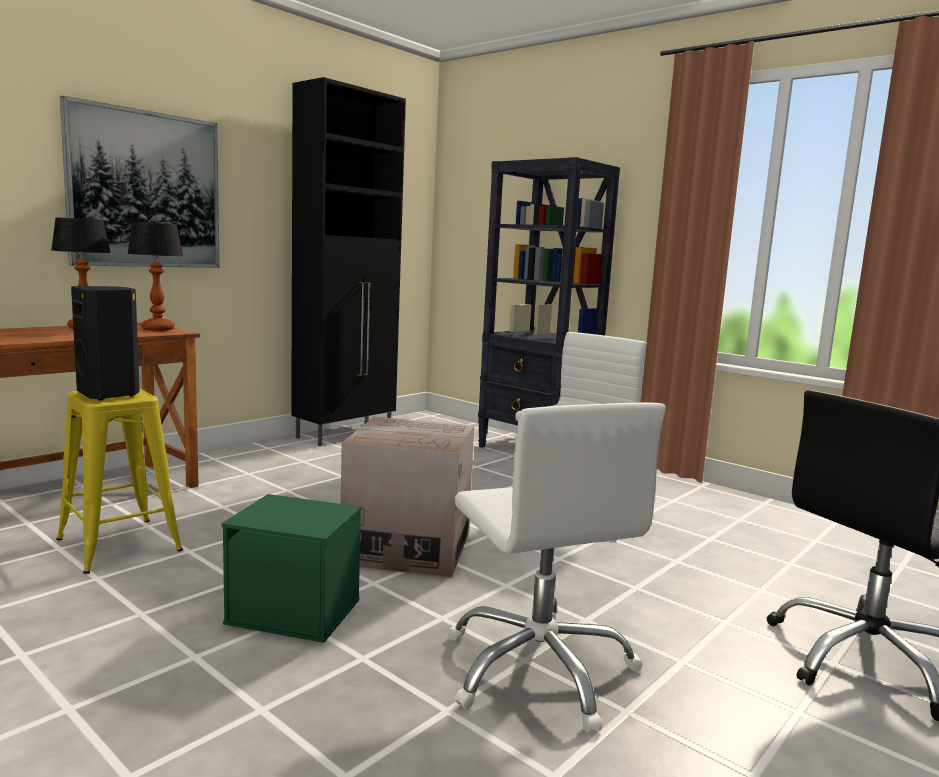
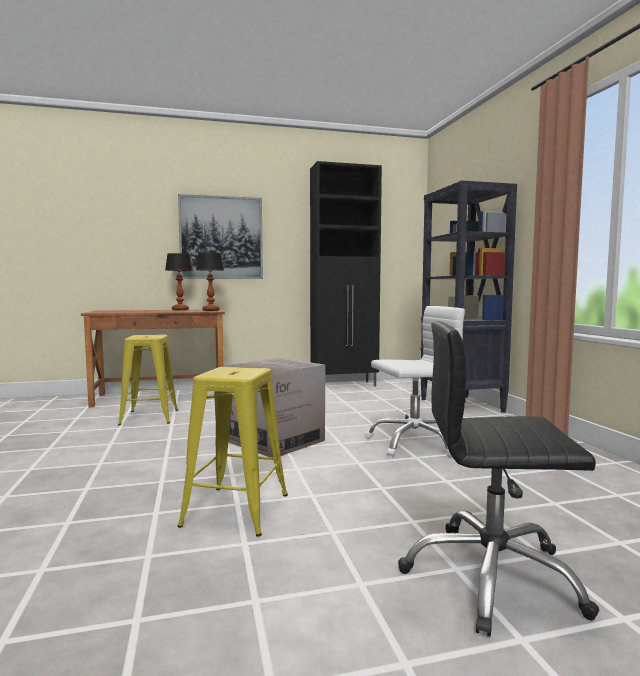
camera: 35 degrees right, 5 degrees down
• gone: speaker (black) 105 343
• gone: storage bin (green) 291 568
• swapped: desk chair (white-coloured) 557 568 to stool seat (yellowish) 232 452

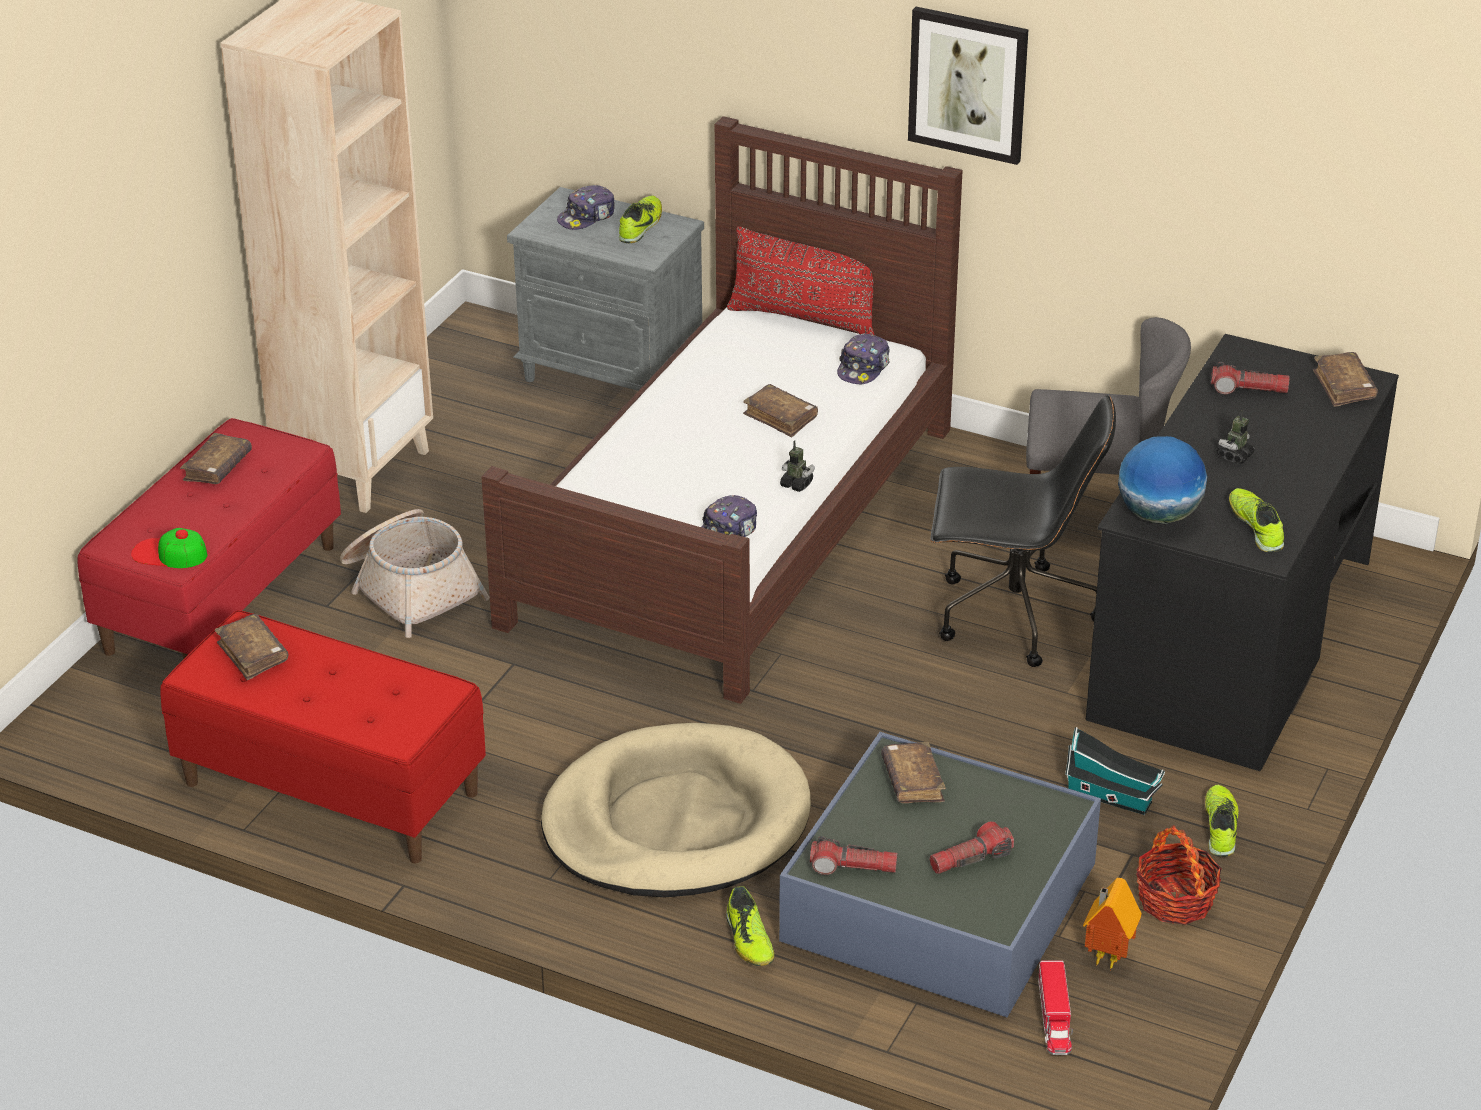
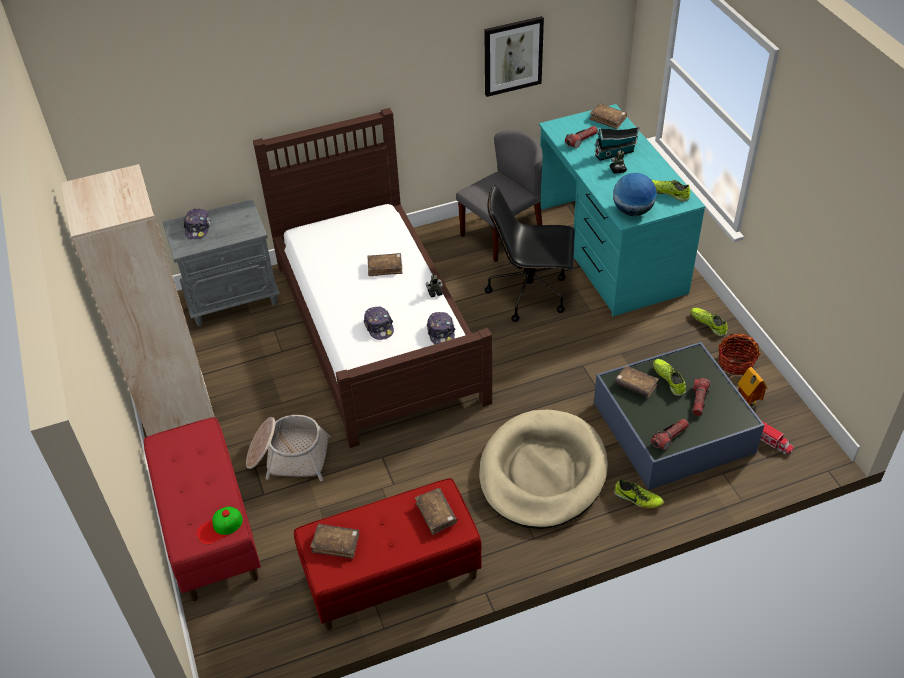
camera: 45 degrees left, 10 degrees up
• gone: cushion (red-coloured) 800 280
• shifted: book (brown) 216 458 to 436 511
• shifted: item of footwear 640 219 to 669 377
• shifted: baseball cap 863 358 to 379 323
• shifted: wall picture 968 86 to 514 56
• shifted: miniature house 1115 771 to 616 144
• repainted: desk unit (black) 1242 552 to desk unit (blue-green) 622 210
• rotated: desk chair (black) 1023 531 = 530 253 135 degrees counterclockwise

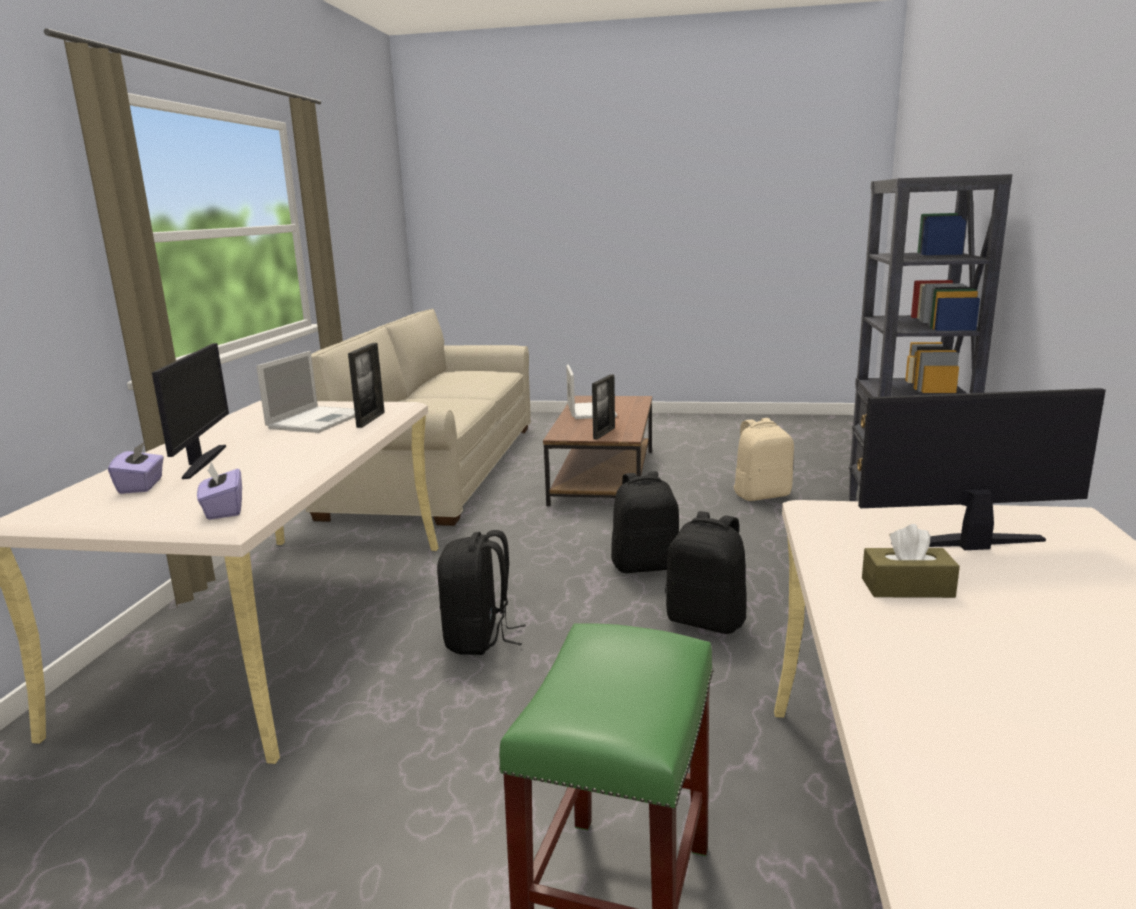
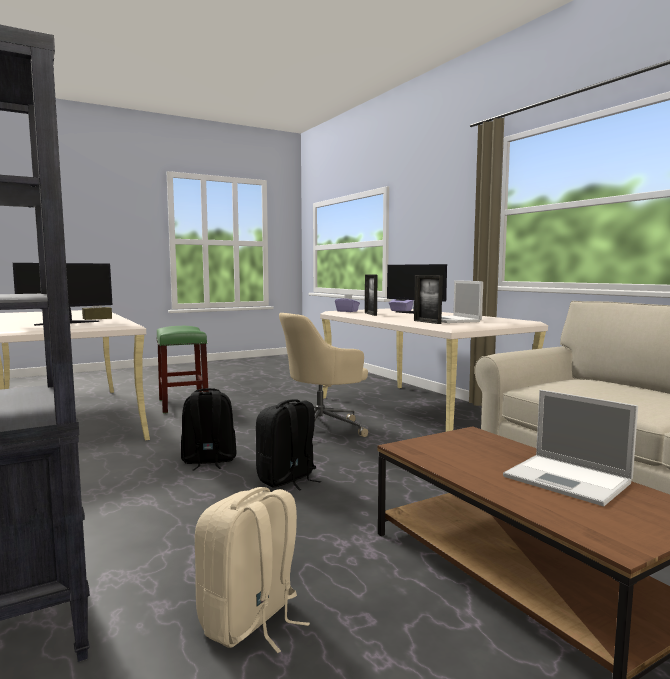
camera: 140 degrees right, 10 degrees down
• shifted: photo frame 603 407 to 371 295
• swapped: backpack (black) 481 592 to desk chair (beige) 323 375

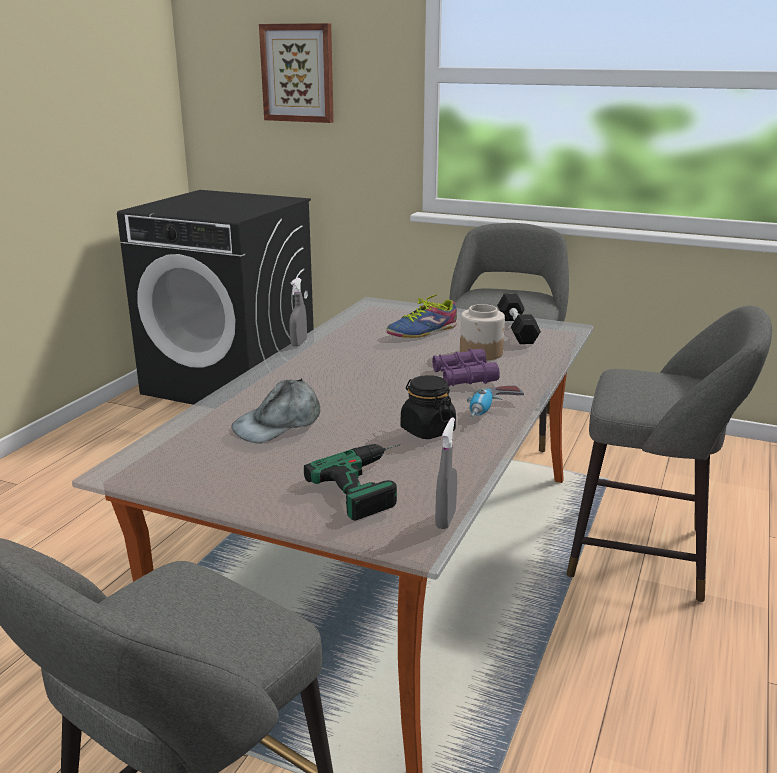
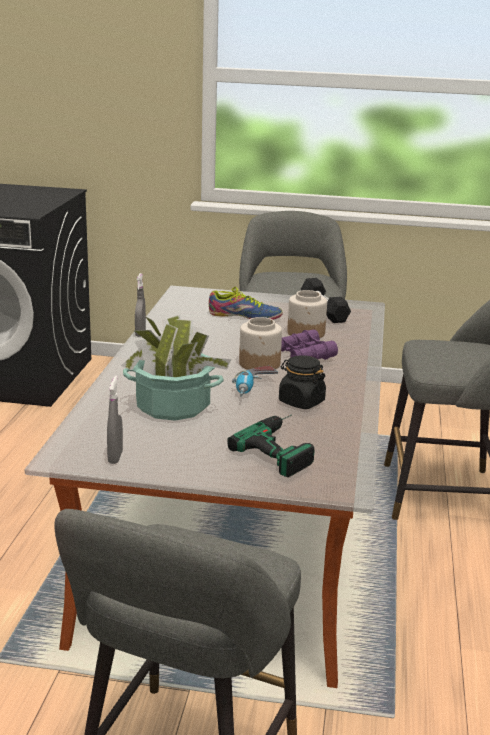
camera: 15 degrees left, 0 degrees up
• gone: wall picture 296 73
• new: jar 260 343
• shifted: spray bottle (grey) 446 473 to 115 419
• shifted: drill 495 402 to 255 381
• swapped: baseball cap (grey) 275 411 to houseplant 176 368
• rotated: item of footwear 421 315 = 246 303 120 degrees counterclockwise

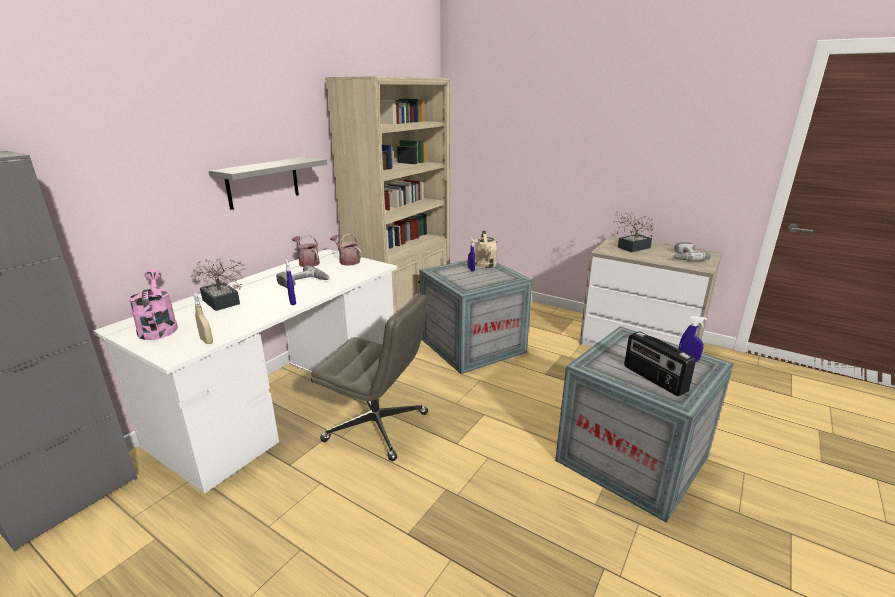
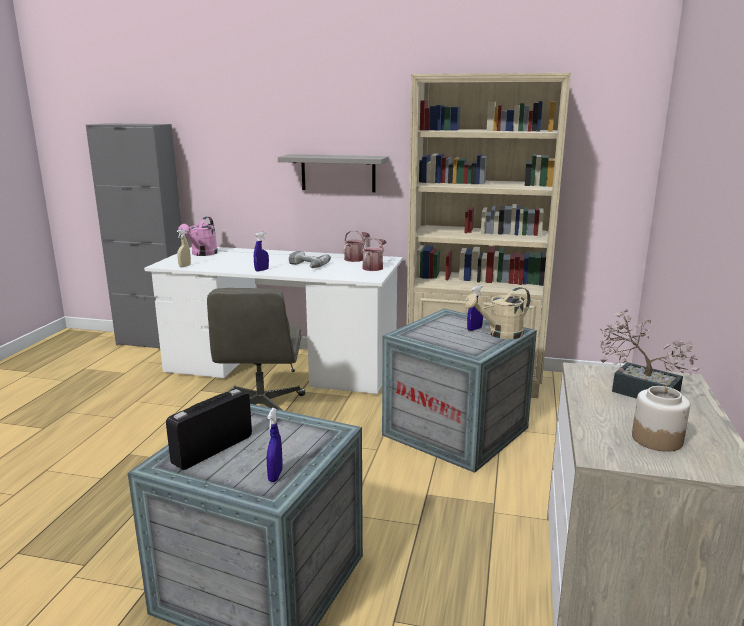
camera: 70 degrees right, 5 degrees down
• gone: houseplant 218 284
• swapped: drill 691 251 to jar 661 419
• rotated: sprinkling can (pinkish) 153 304 = 198 236 150 degrees clockwise

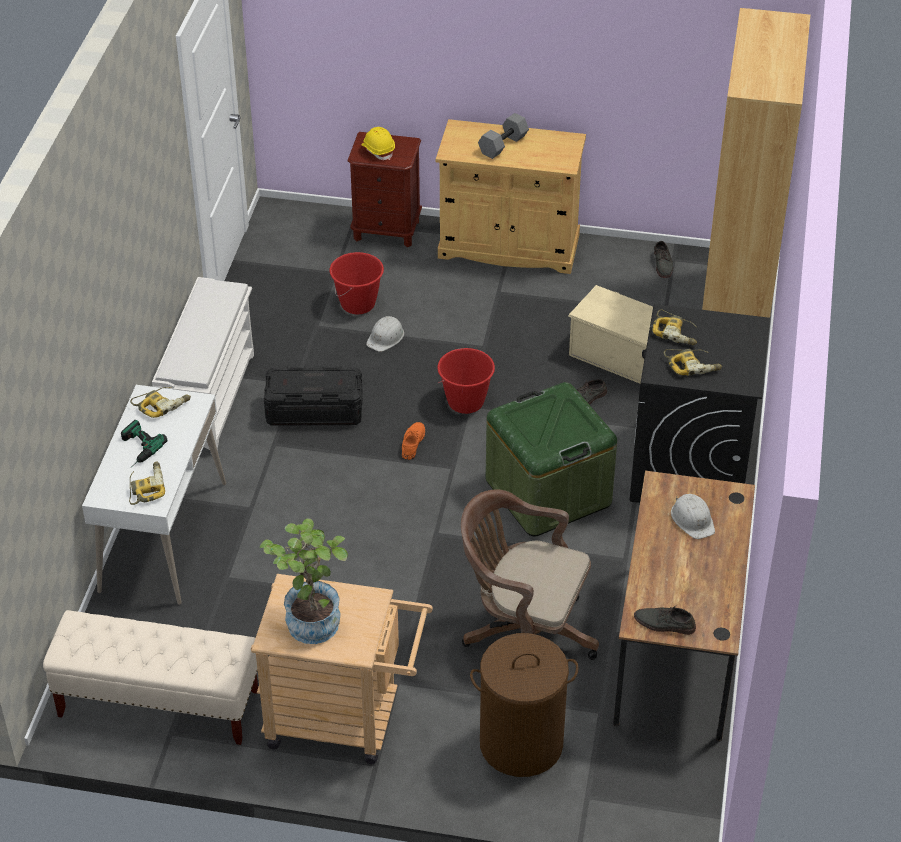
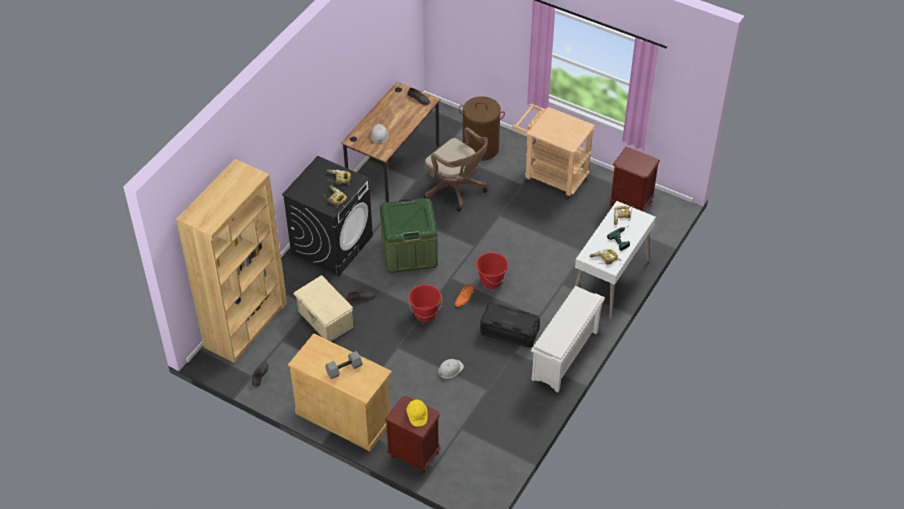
camera: 160 degrees left, 5 degrees up
• gone: houseplant 304 581
• shifted: pail (red-coloured) 356 283 to 492 270
• swapped: bench (beige) 150 677 to bedside table (brown) 634 179

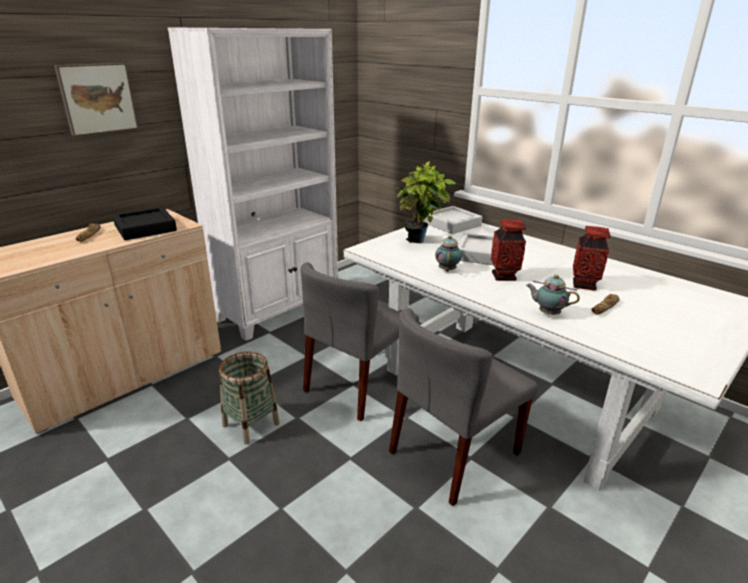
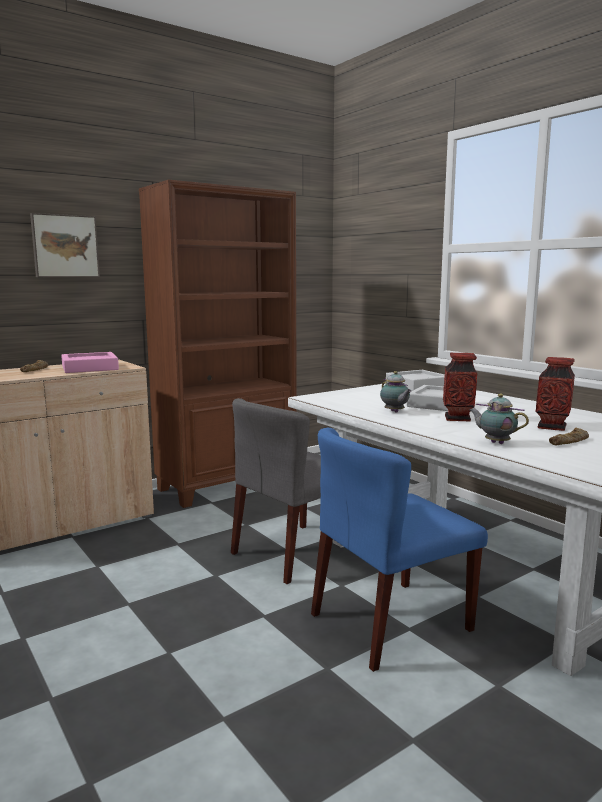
camera: 10 degrees right, 15 degrees down
• gone: household basket 249 398
• gone: houseplant 426 202
• repainted: serving tray (black) 145 223 to serving tray (pinkish) 90 362
• repainted: bookcase (white-coloured) 253 184 to bookcase (brown) 218 344
• repainted: chair (grey) 463 407 to chair (blue-coloured) 399 549
• rotated: teapot 448 253 = 396 392 135 degrees clockwise

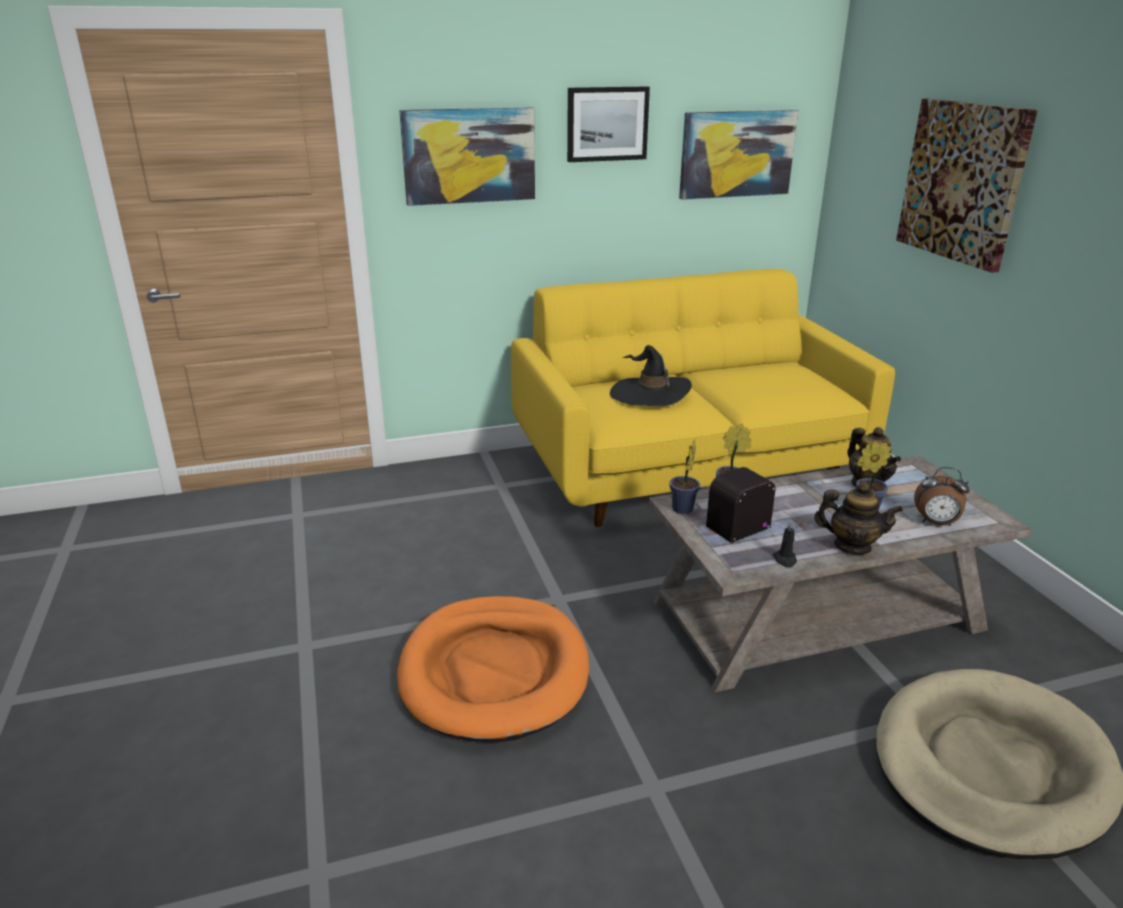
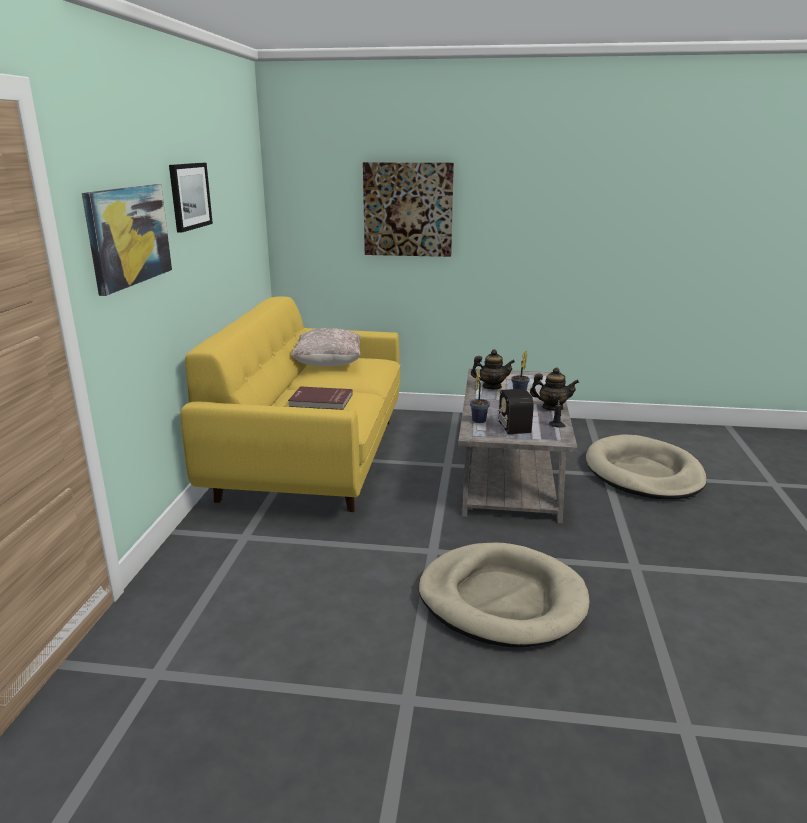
camera: 65 degrees left, 5 degrees down
• gone: houseplant 684 476
• gone: wall picture 738 155
• gone: bedside clock 941 496
• new: cushion (beige) 326 347
• swapped: wearable hat (black) 651 375 to book (red-coloured) 320 398
• repainted: dog bed (orangey) 493 669 to dog bed (beige) 503 595
• rotated: teapot 858 518 = 554 389 60 degrees clockwise

